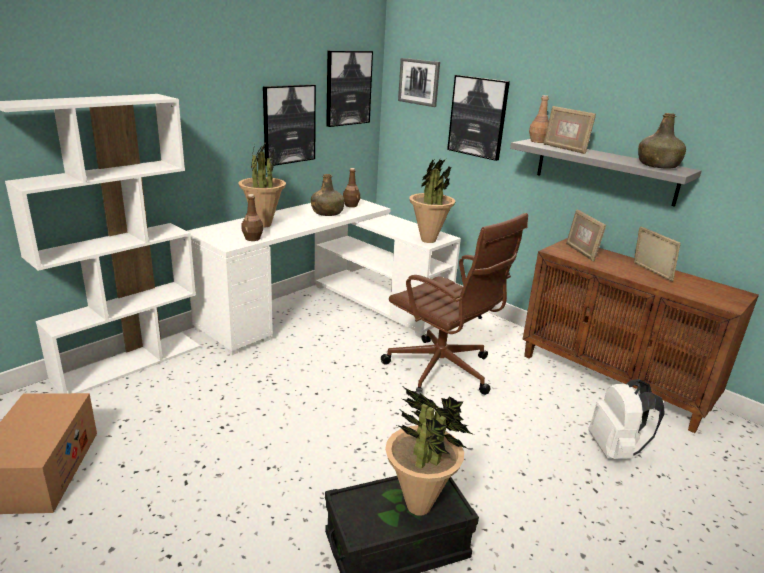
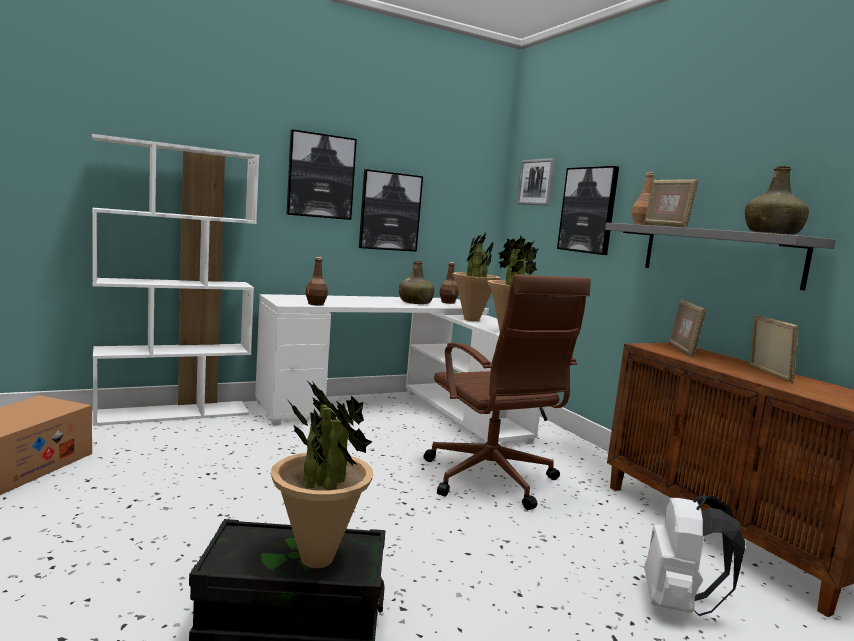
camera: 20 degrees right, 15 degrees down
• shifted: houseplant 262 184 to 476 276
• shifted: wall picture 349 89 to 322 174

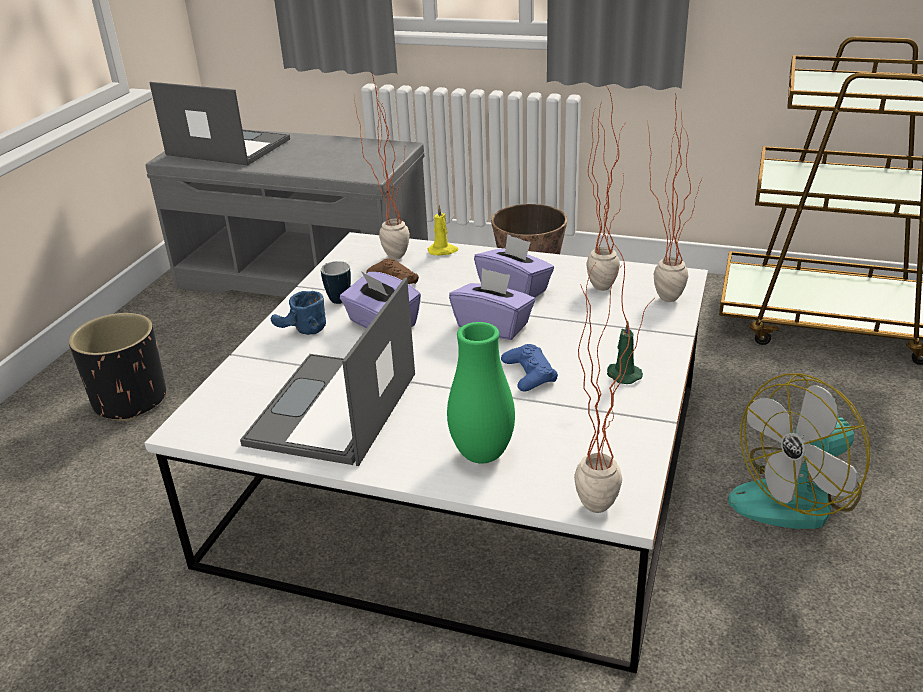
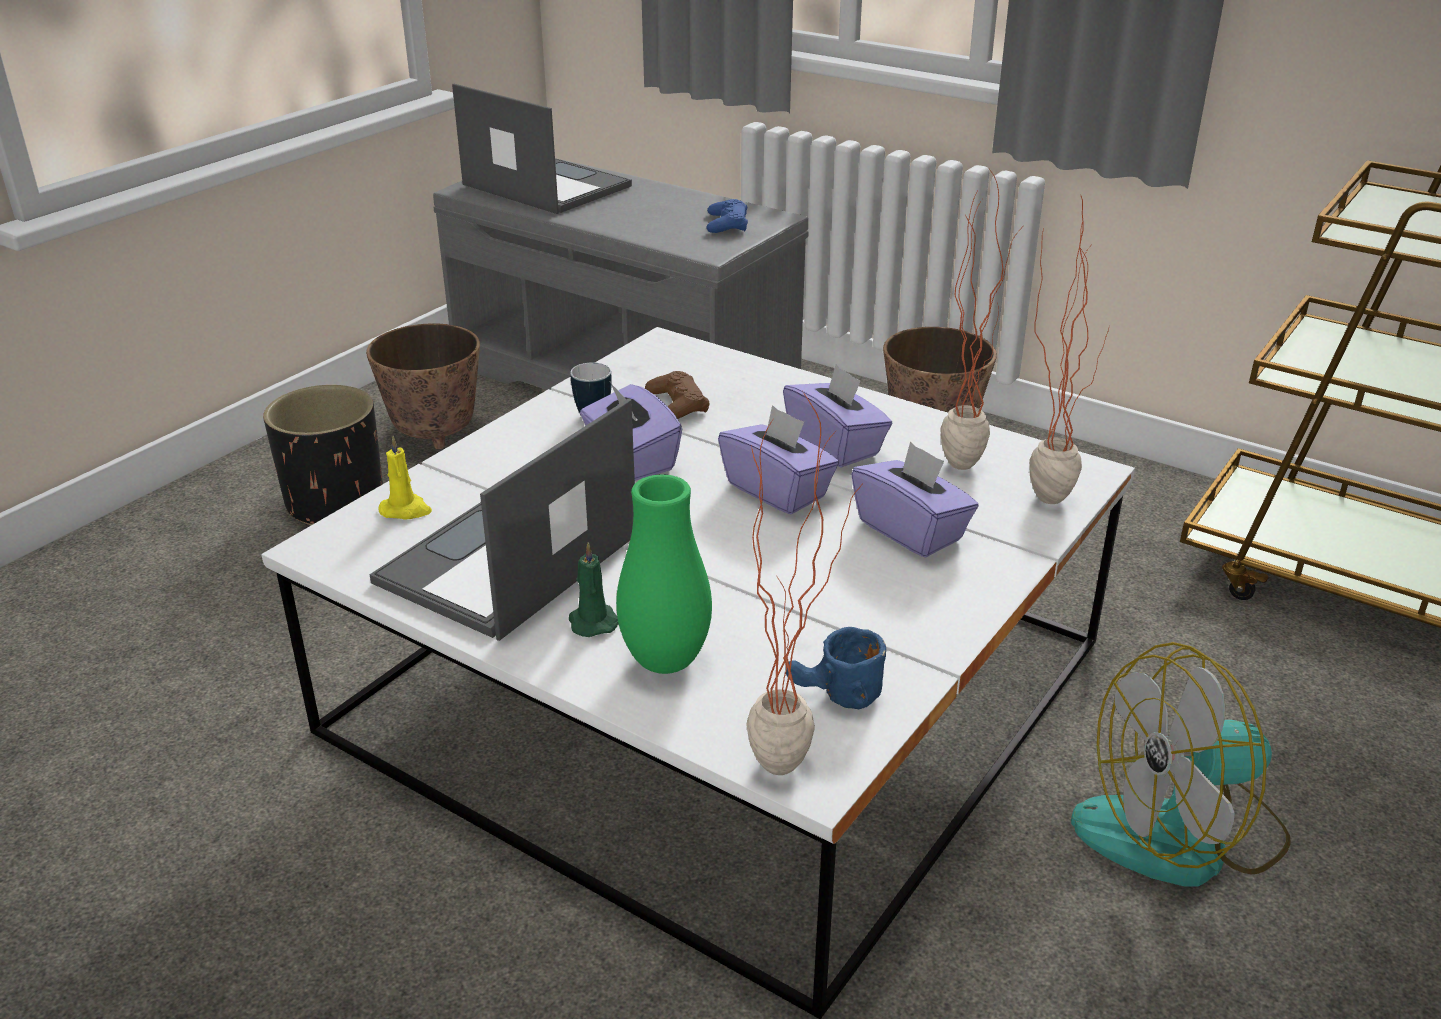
camera: 15 degrees right, 0 degrees up
• gone: houseplant 382 164
• new: planter 423 386
• new: tissue box (purplish) 915 499
• shifted: mug (blue-coloured) 298 313 to 835 668
• shifted: candle (yellowish) 443 230 to 405 478
• shifted: game controller (blue-coloured) 529 367 to 727 216
• shifted: candle (green) 625 352 to 594 589

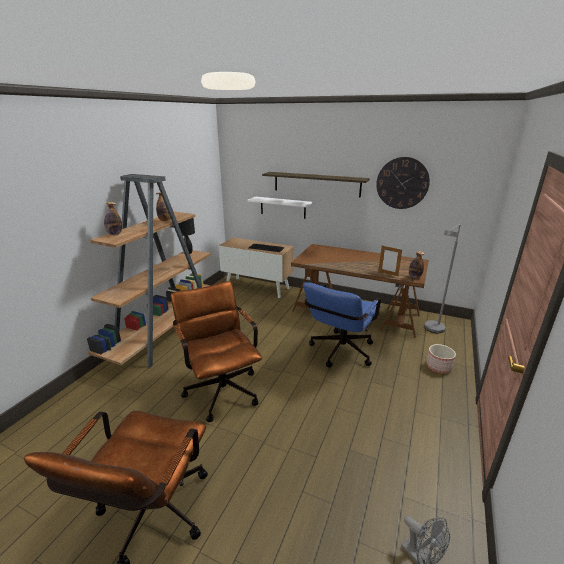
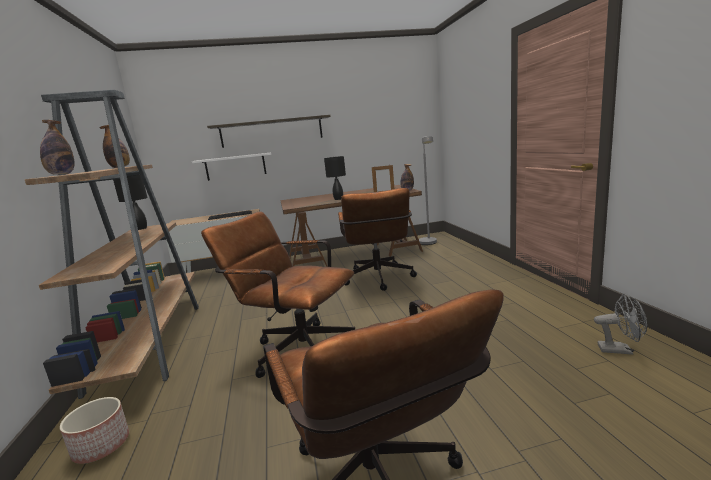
camera: 35 degrees left, 10 degrees down
• gone: wall clock 403 183
• new: lamp for a table (black) 335 178
• shifted: planter 441 358 to 94 430
• repainted: desk chair (blue-coloured) 342 325 to desk chair (brown) 377 239

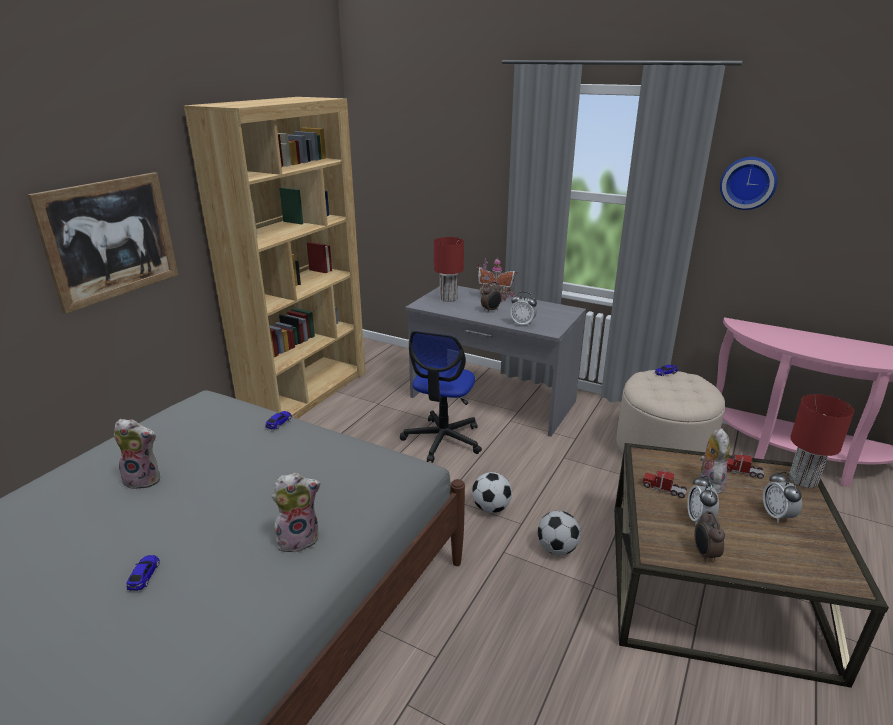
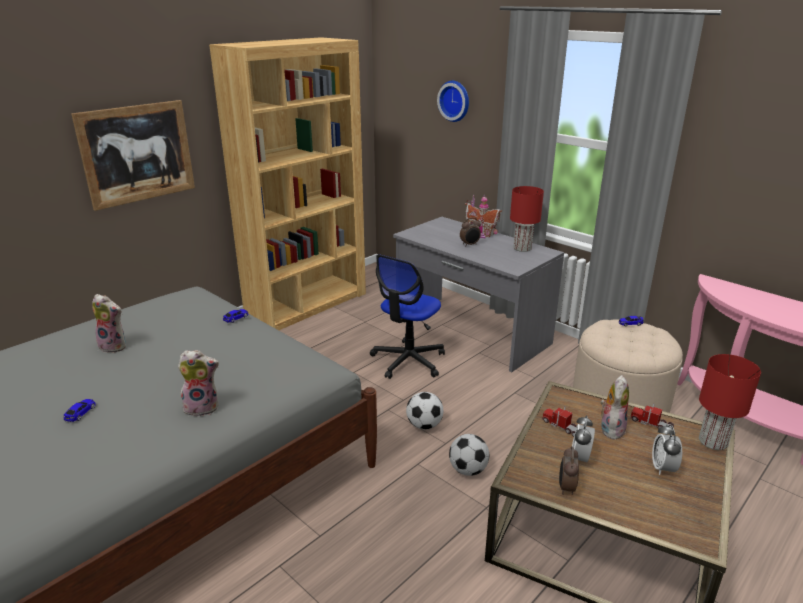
camera: 15 degrees right, 0 degrees up
• gone: bedside clock 523 309
• shifted: lamp for a table (red-coloured) 449 269 to 527 219
• shifted: wall clock 748 183 to 453 101

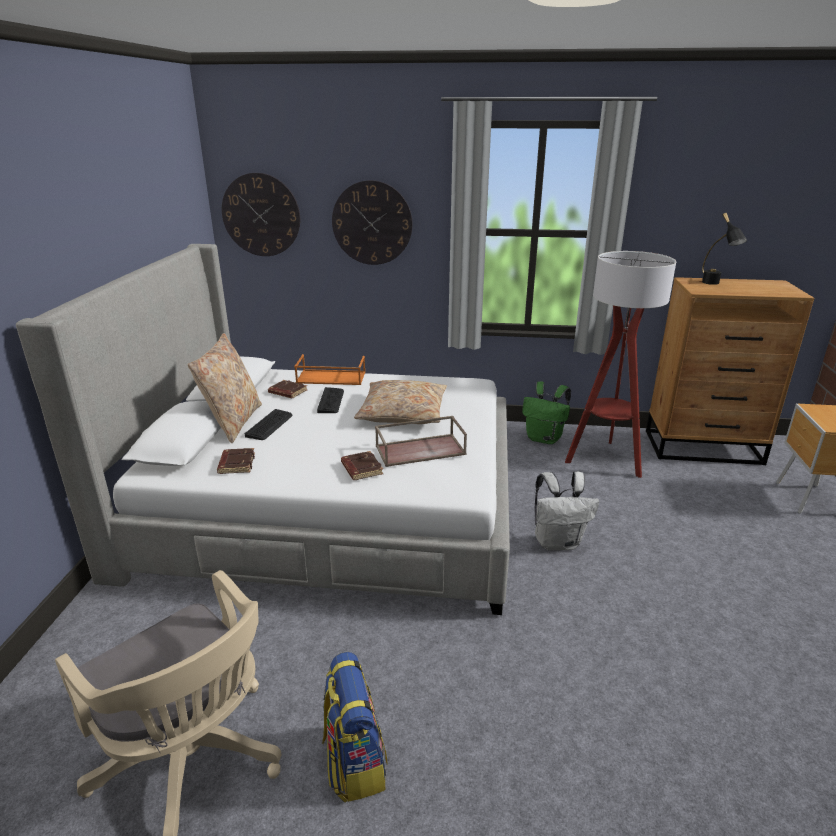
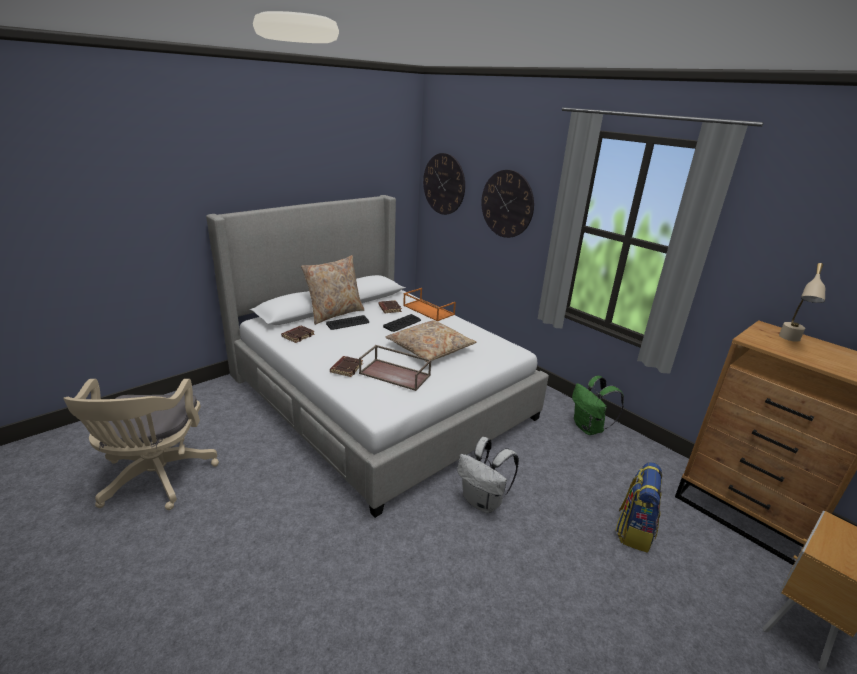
camera: 40 degrees right, 0 degrees up
• gone: standing lamp 620 364
• shifted: backpack 355 727 to 639 507
• repainted: lamp for a table (black) 724 249 to lamp for a table (beige) 802 302

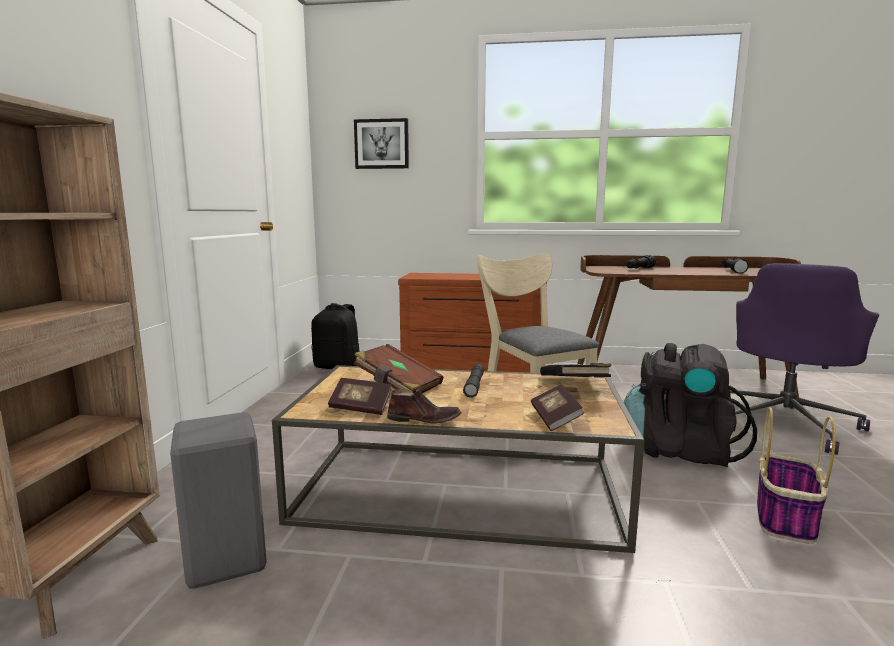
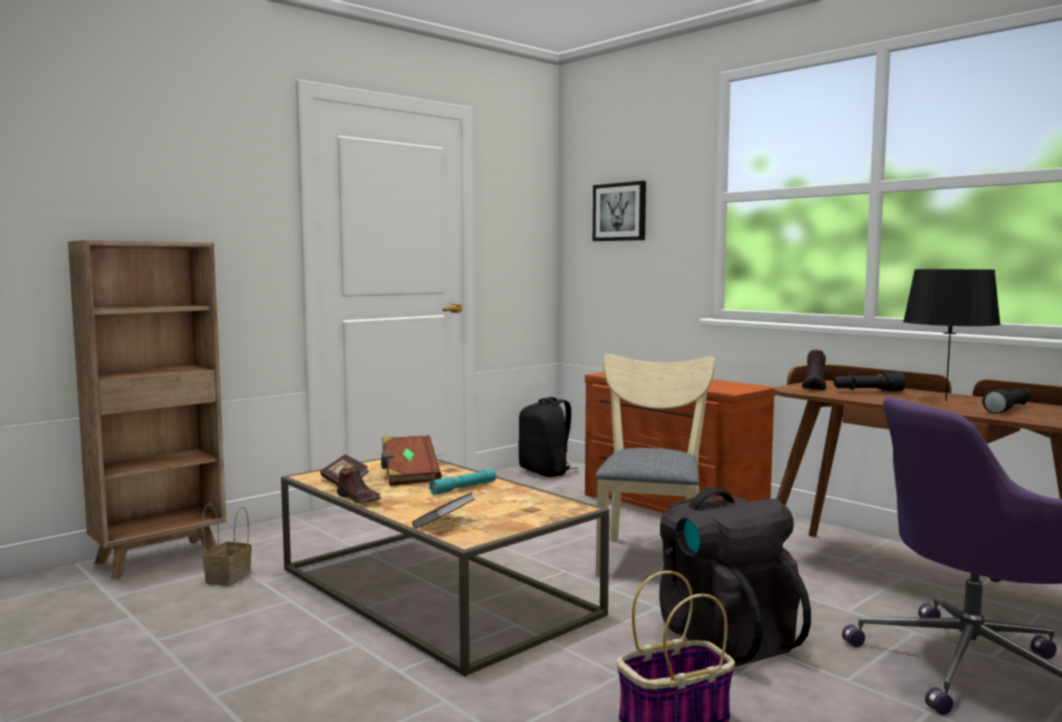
camera: 40 degrees right, 5 degrees down
• gone: book (black) 576 370
• new: item of footwear 814 370
• new: lamp for a table (black) 952 335
• swapped: stool seat (grey) 218 500 to household basket 227 544
• repainted: torch (grey) 473 381 to torch (blue-green) 462 482

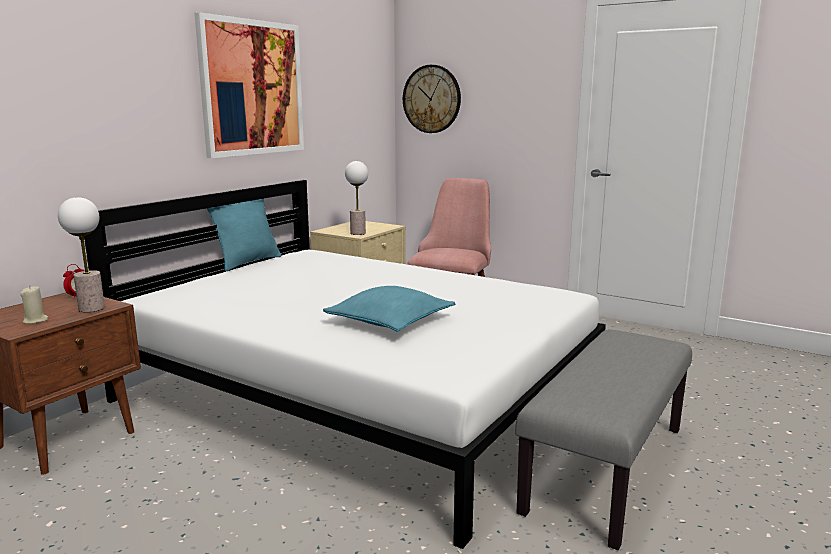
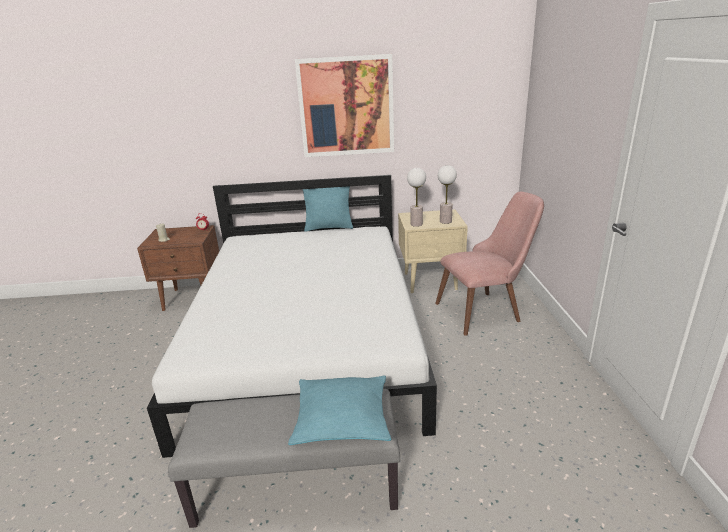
camera: 55 degrees right, 10 degrees up
• gone: wall clock 432 99
• shifted: lamp for a table 81 254 to 447 194
• shifted: cushion (blue-green) 389 309 to 339 410

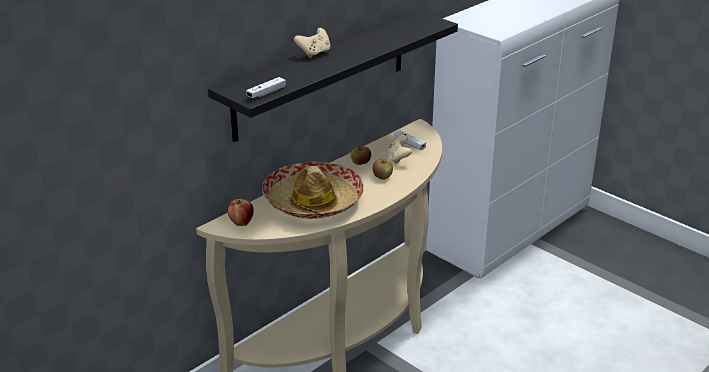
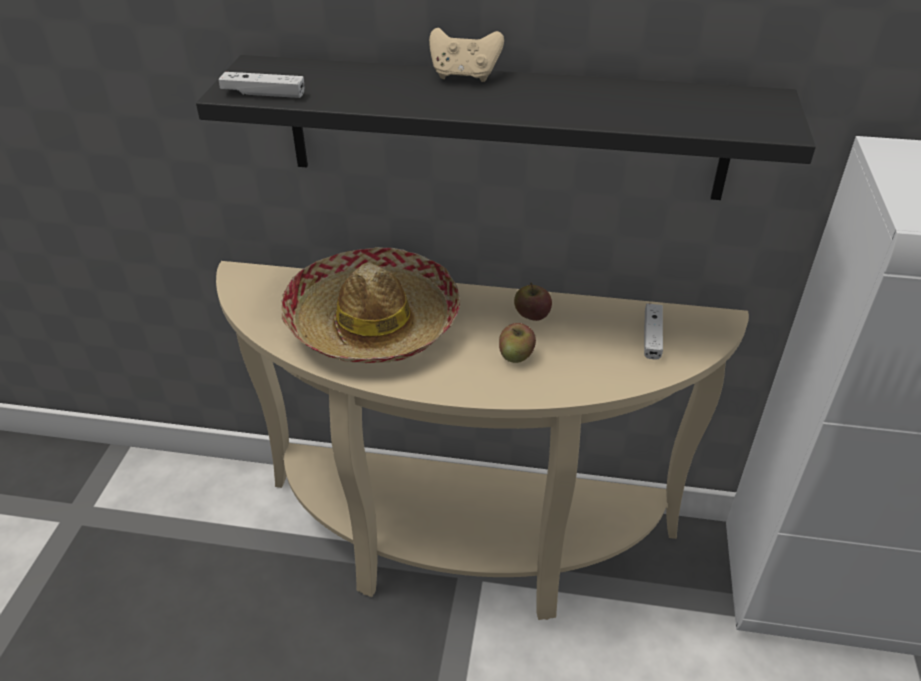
camera: 55 degrees right, 10 degrees up
• gone: apple fruit 241 212
• gone: game controller (beige) 399 149

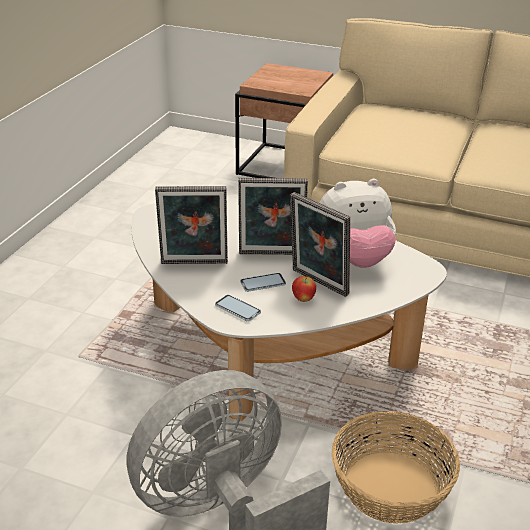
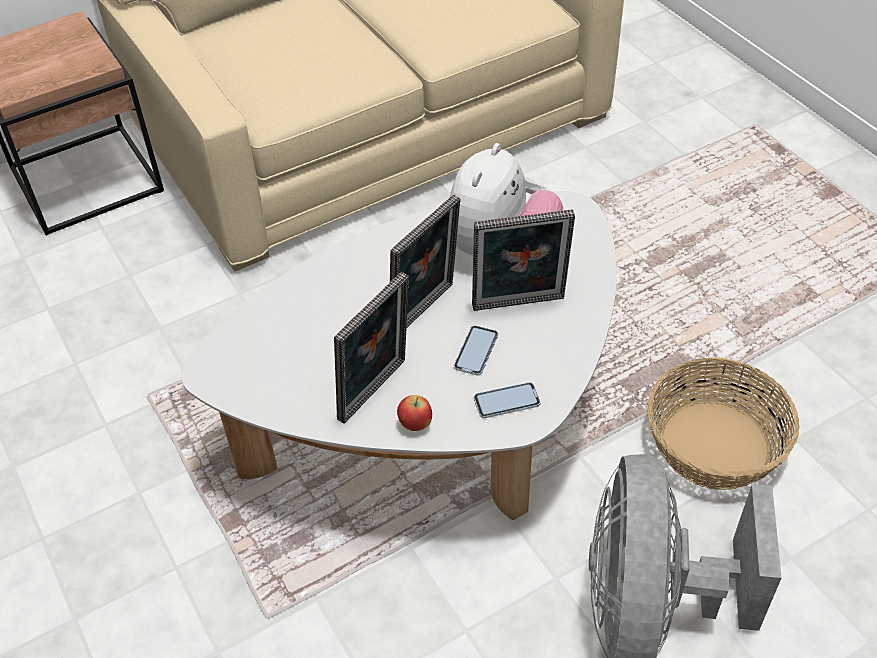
camera: 50 degrees left, 15 degrees up
• shifted: apple fruit 304 289 to 414 413

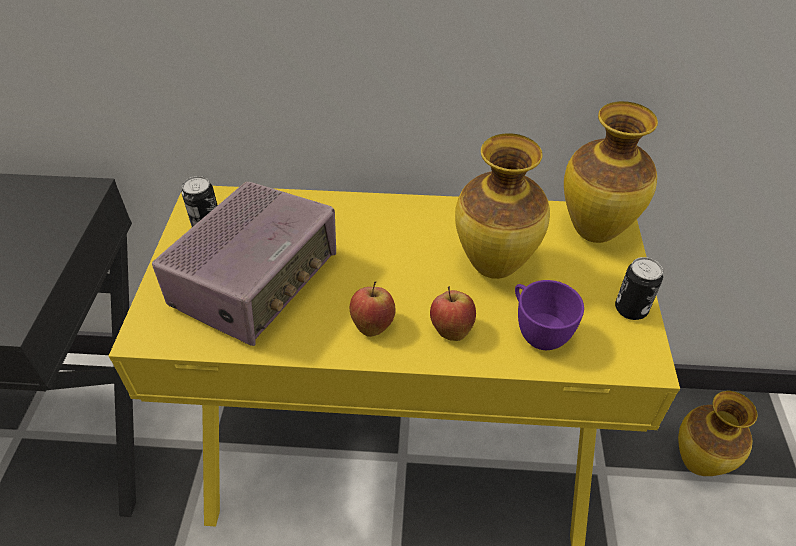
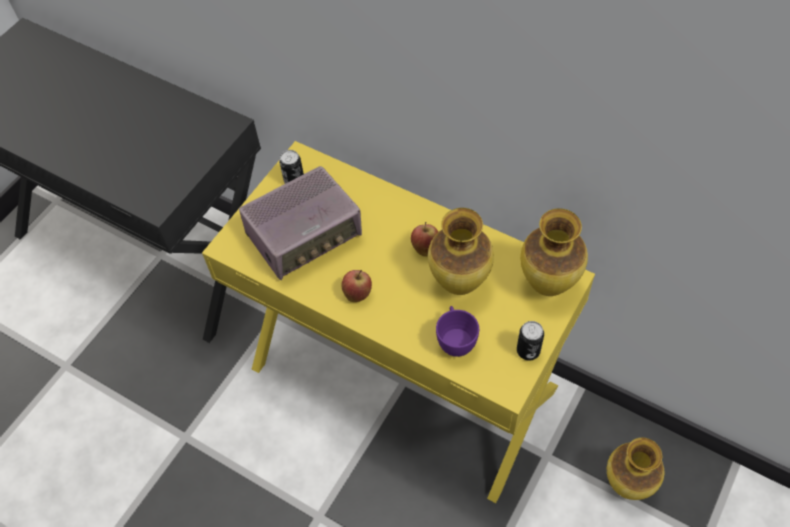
camera: 30 degrees right, 10 degrees up
• shifted: apple fruit 453 313 to 424 239

